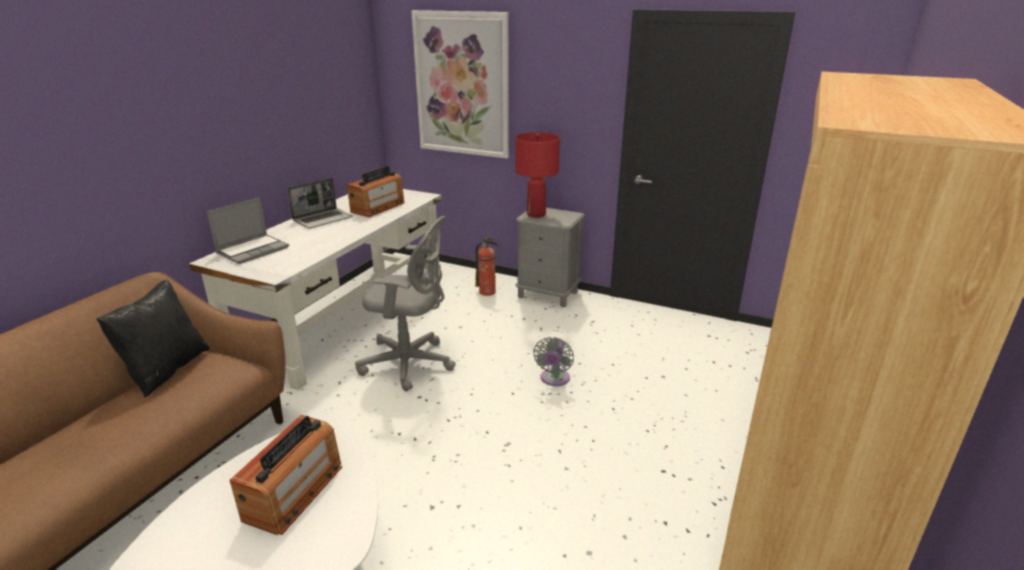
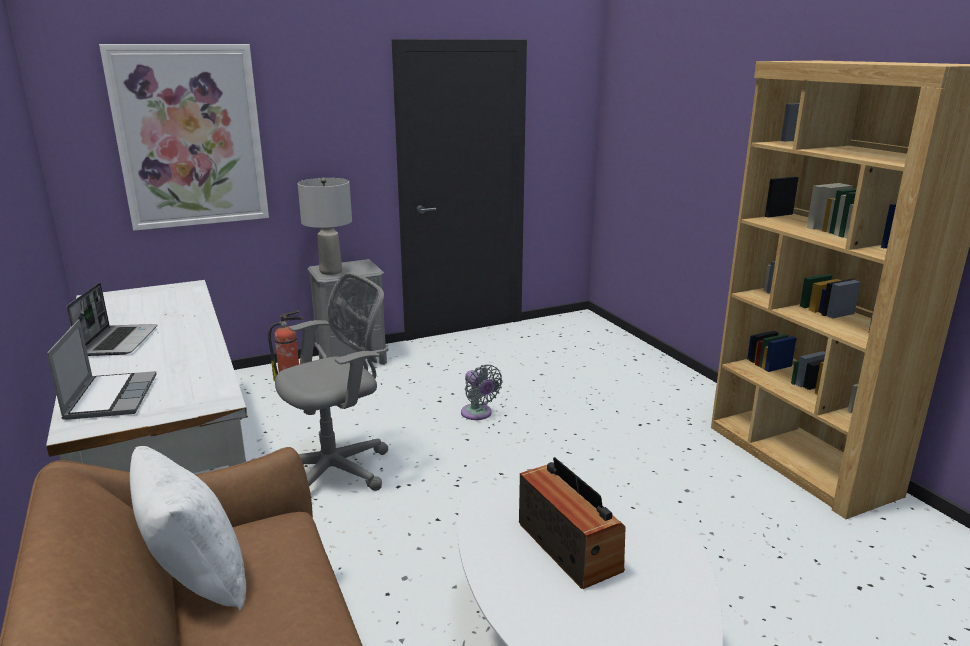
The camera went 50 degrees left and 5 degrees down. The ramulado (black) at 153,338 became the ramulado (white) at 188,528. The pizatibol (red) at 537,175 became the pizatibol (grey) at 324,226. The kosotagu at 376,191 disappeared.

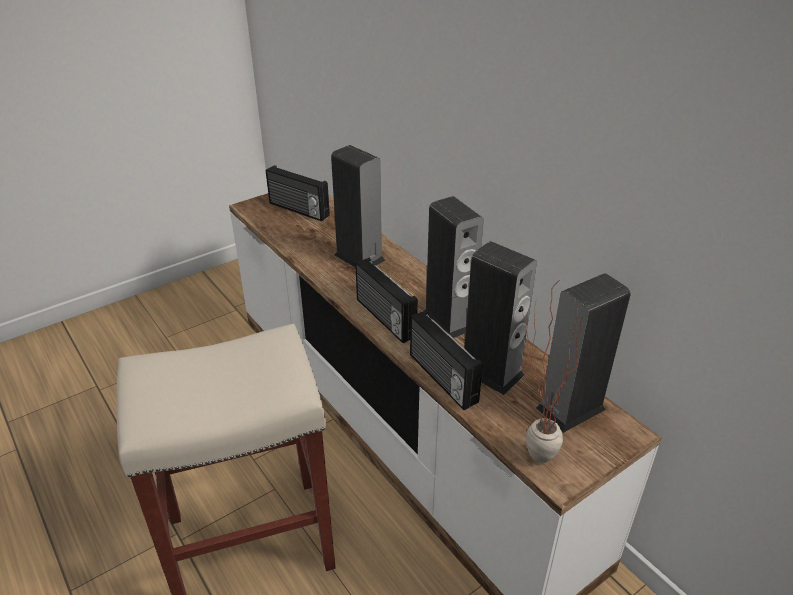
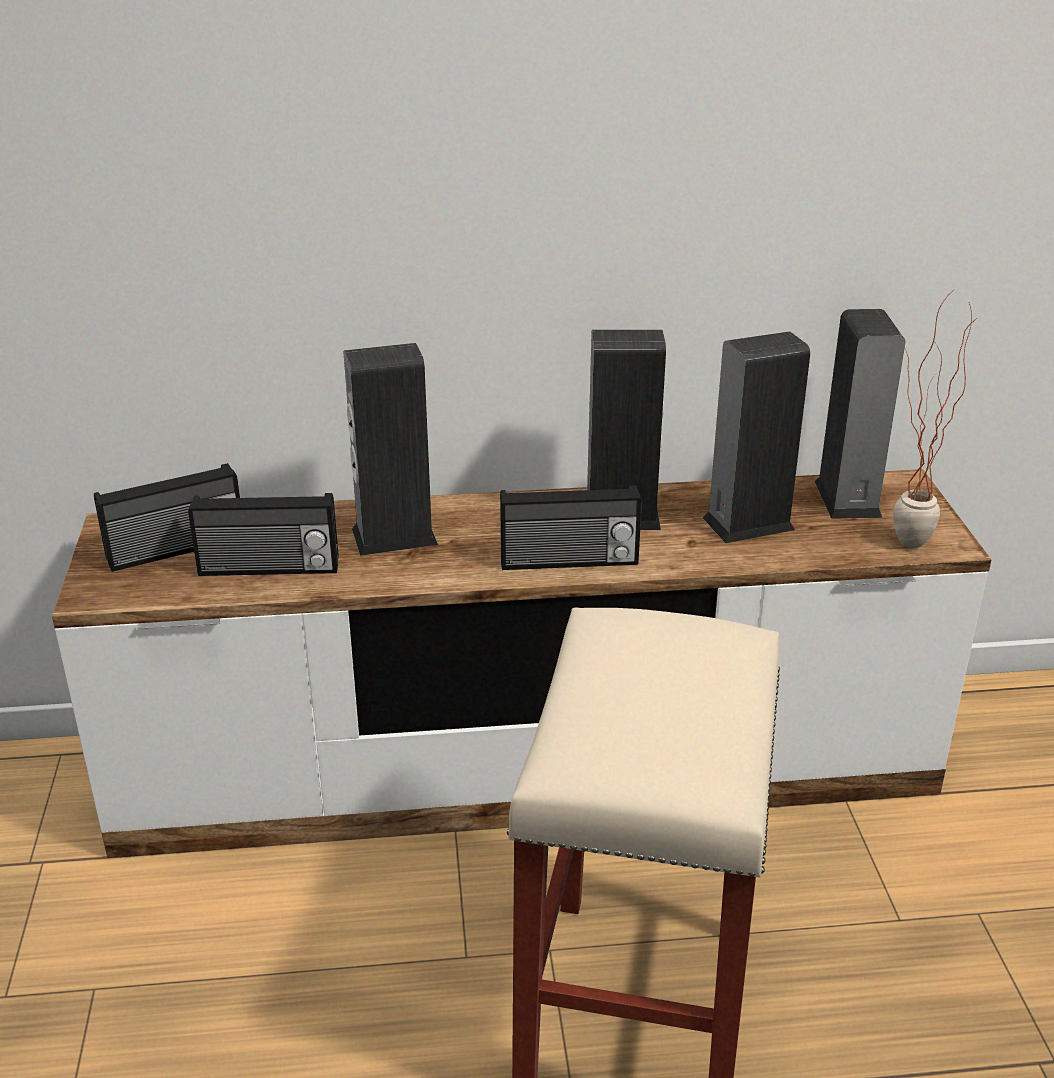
The camera went 60 degrees left and 5 degrees down. The kosotagu moved from 446,360 to 263,534.

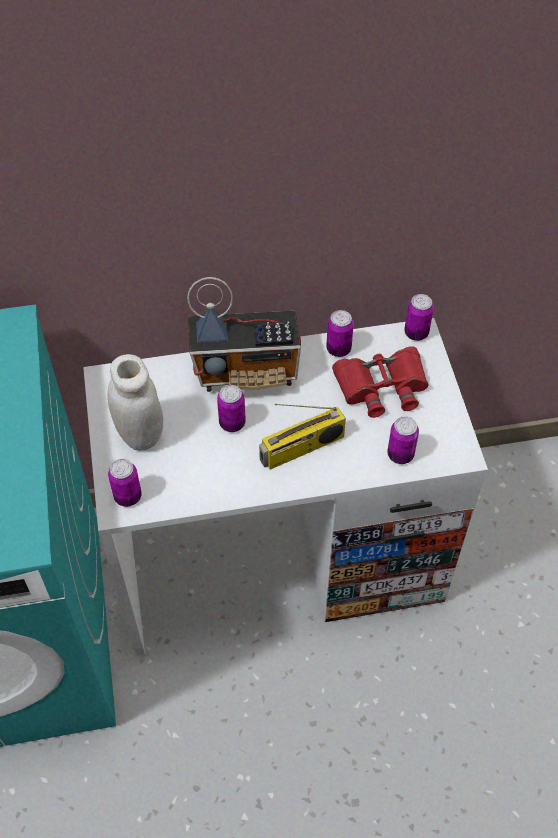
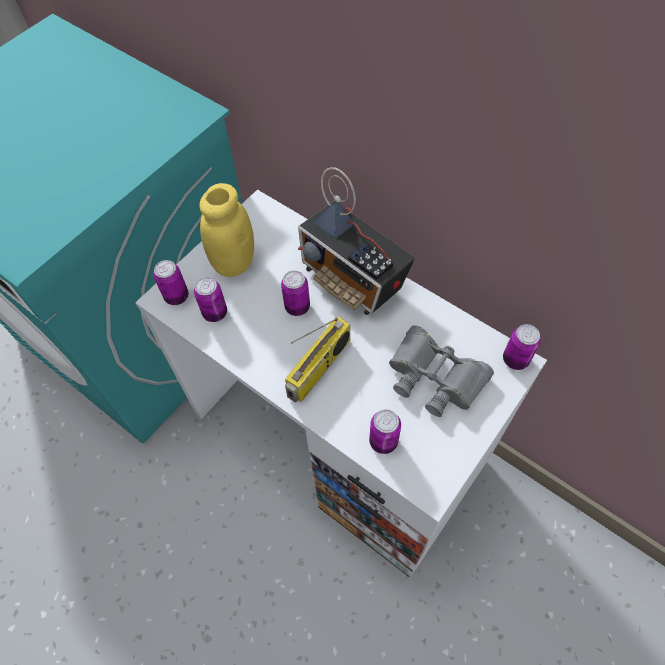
The camera went 50 degrees right and 5 degrees up. The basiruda moved from 340,333 to 210,299. The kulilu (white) at 135,402 became the kulilu (yellow) at 226,230. The kosotagu at 302,437 turned 75 degrees counterclockwise. The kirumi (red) at 380,382 became the kirumi (grey) at 441,371.

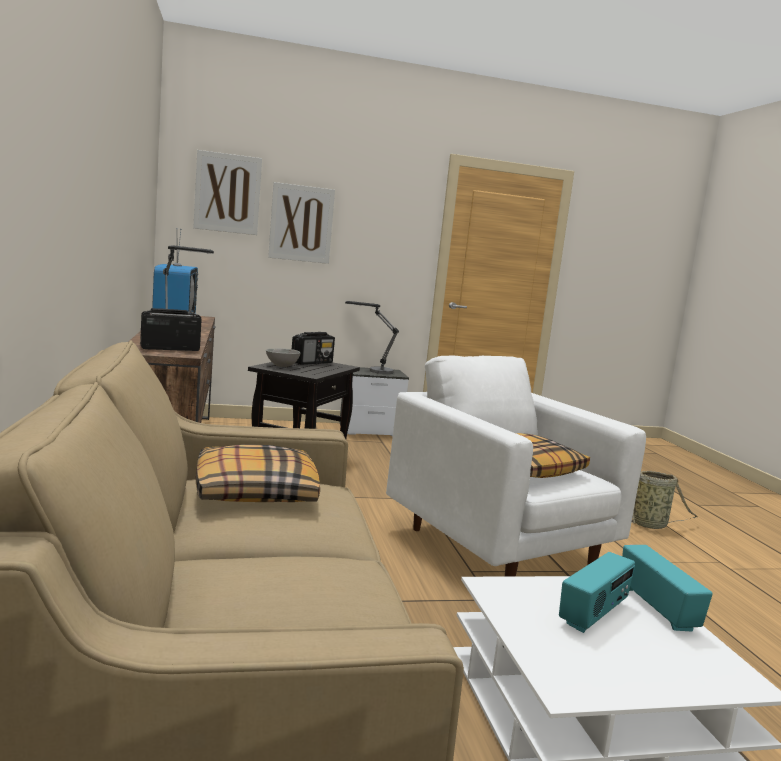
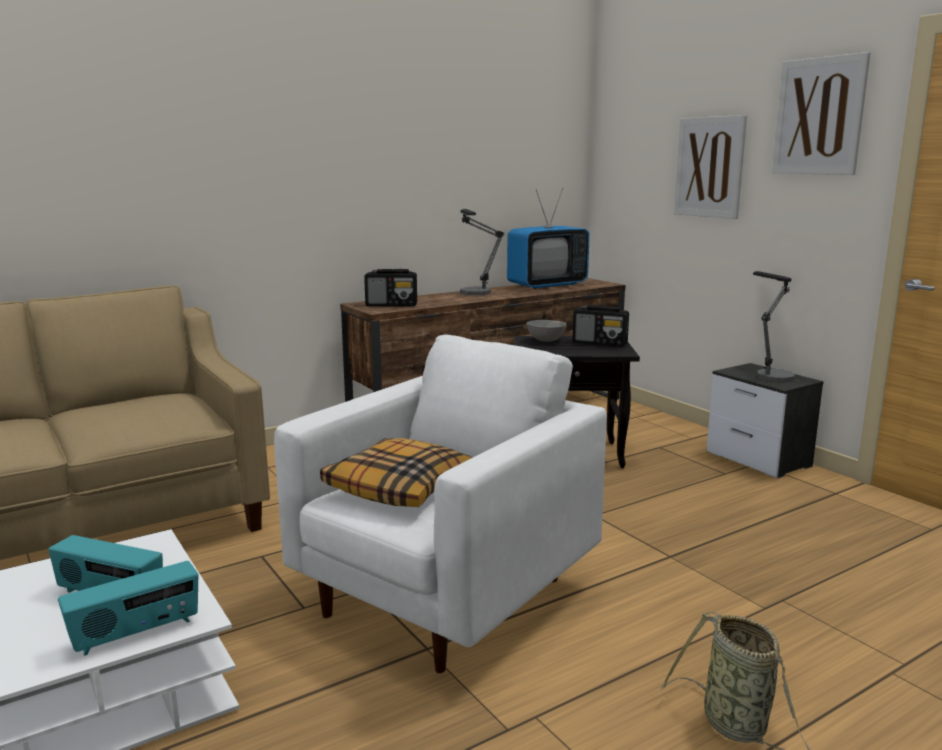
The camera went 70 degrees right and 5 degrees up. The kosotagu at 171,329 turned 135 degrees clockwise. The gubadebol moved from 227,192 to 821,113. The ramulado at 258,473 disappeared.

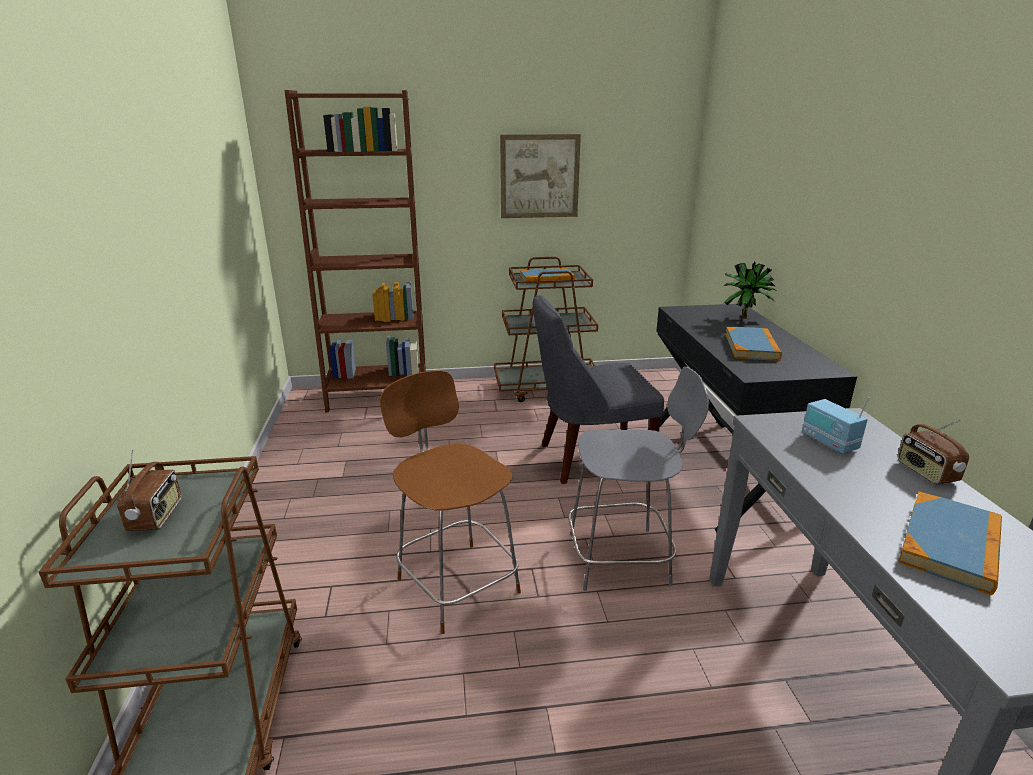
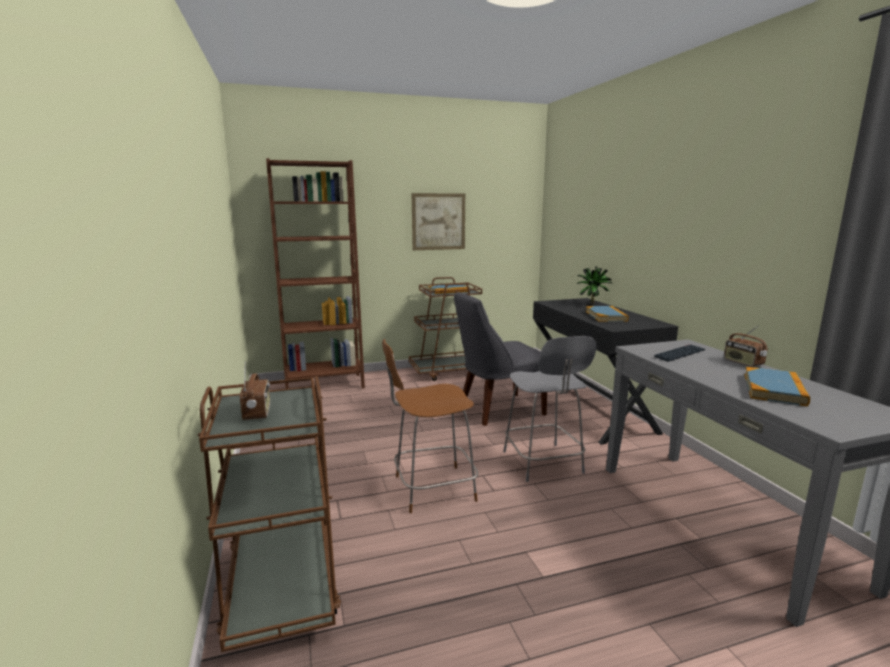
The camera went 10 degrees left and 10 degrees down. The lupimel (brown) at 450,502 turned 60 degrees counterclockwise. The lupimel (grey) at 638,479 turned 90 degrees clockwise. The kosotagu at 836,425 was replaced by the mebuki at 679,353.

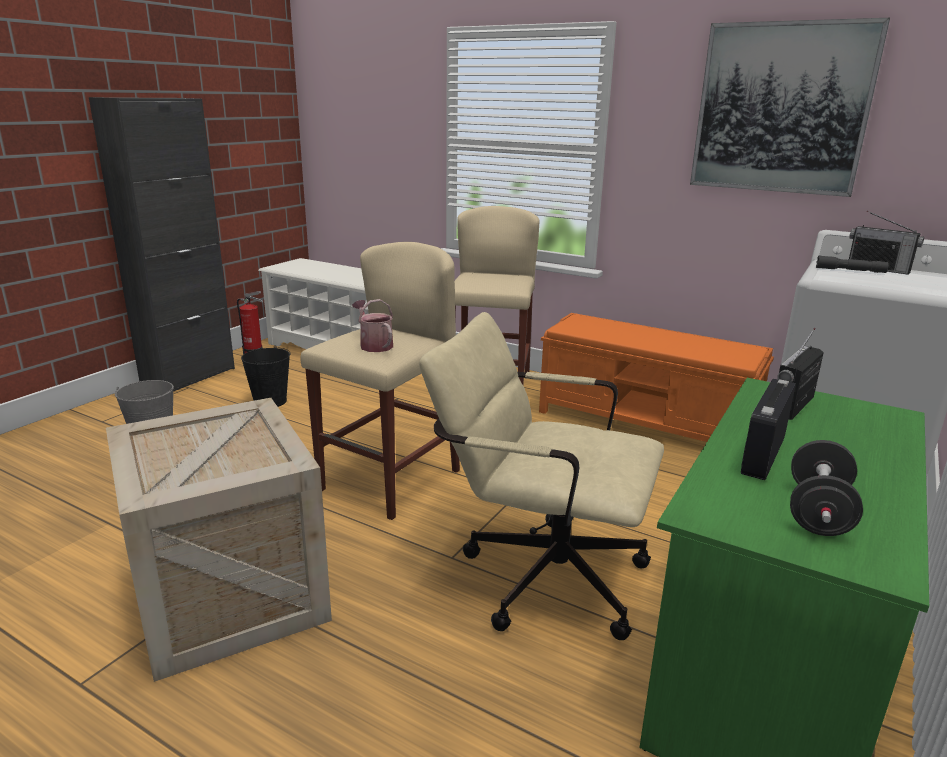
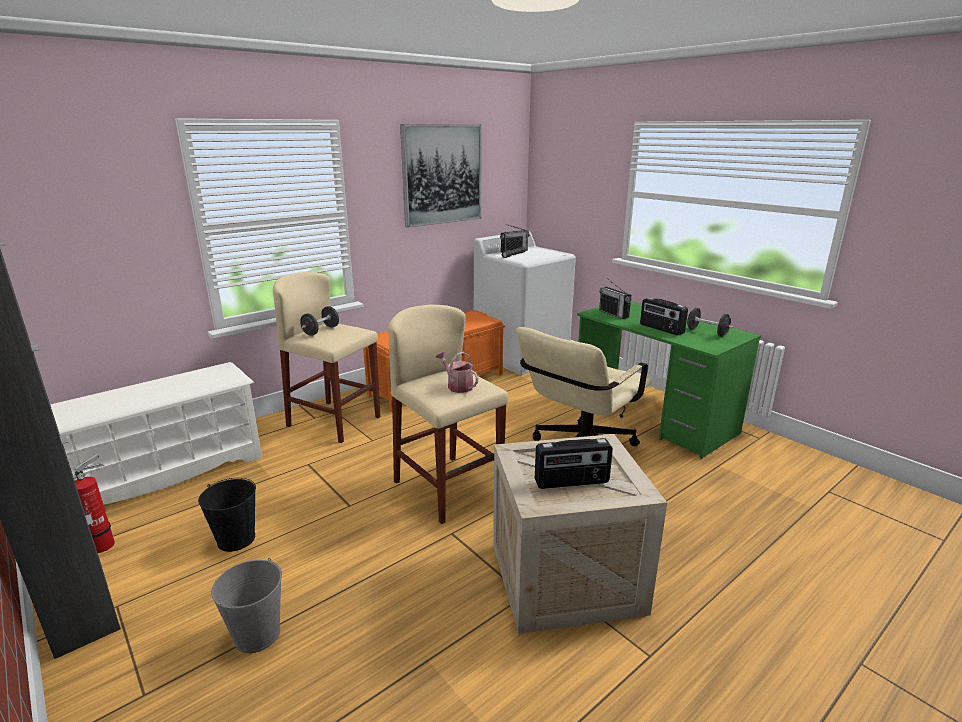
The camera went 70 degrees left and 0 degrees up. The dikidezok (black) at 319,321 appeared. The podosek at 372,325 turned 60 degrees clockwise. The kosotagu at 574,463 appeared.

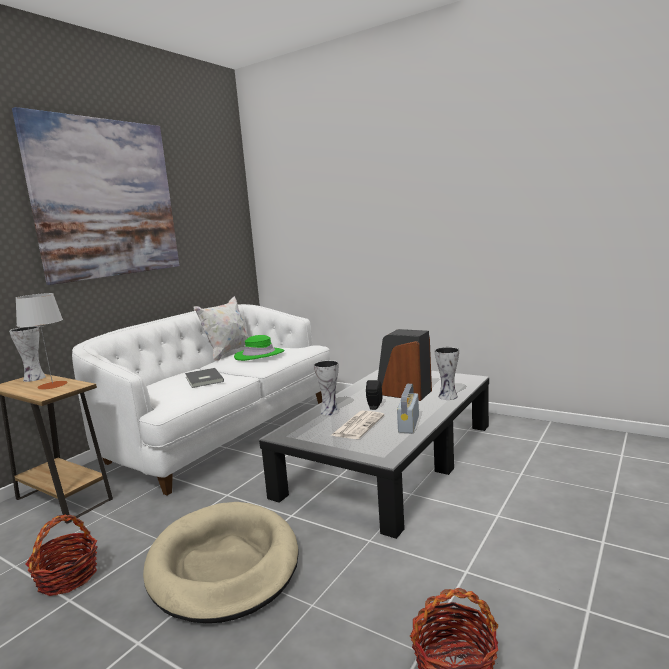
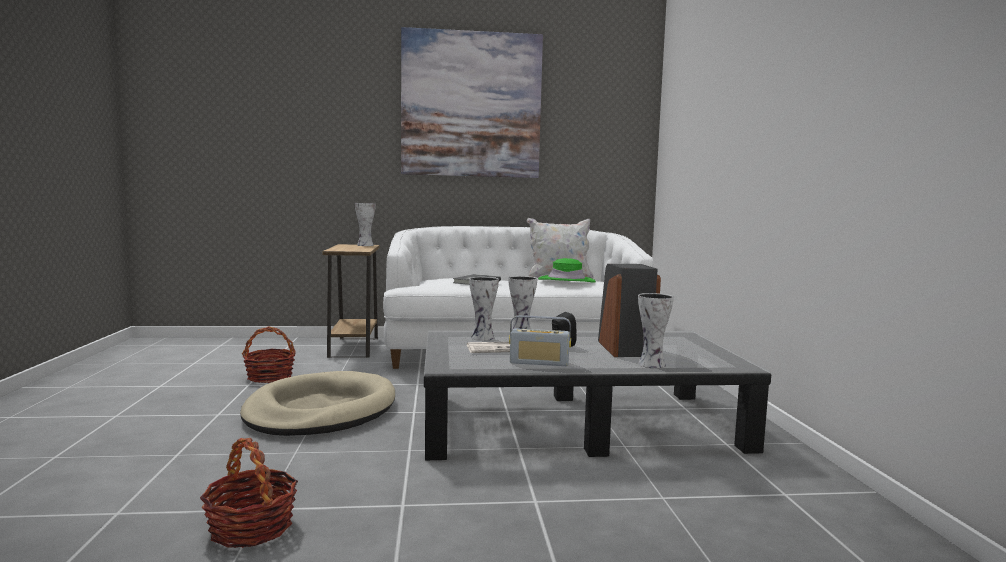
The camera went 50 degrees right and 5 degrees down. The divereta at 484,309 appeared. The kosotagu at 408,408 turned 150 degrees counterclockwise. The pizatibol (grey) at 41,341 disappeared.

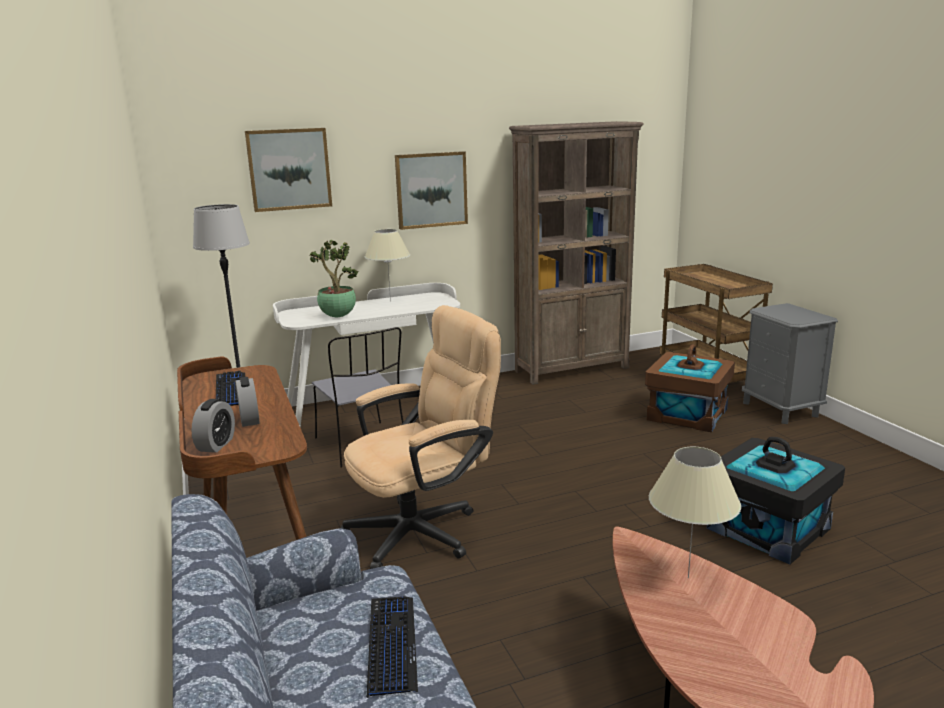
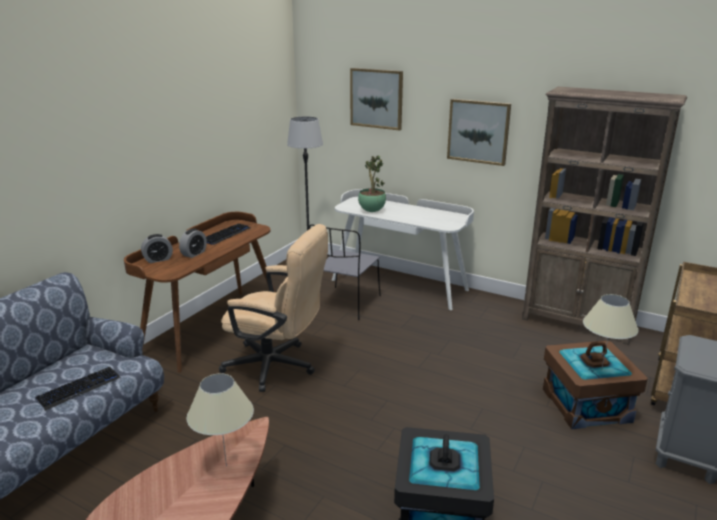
The camera went 50 degrees right and 5 degrees up. The pizatibol (beige) moved from 387,265 to 610,332.

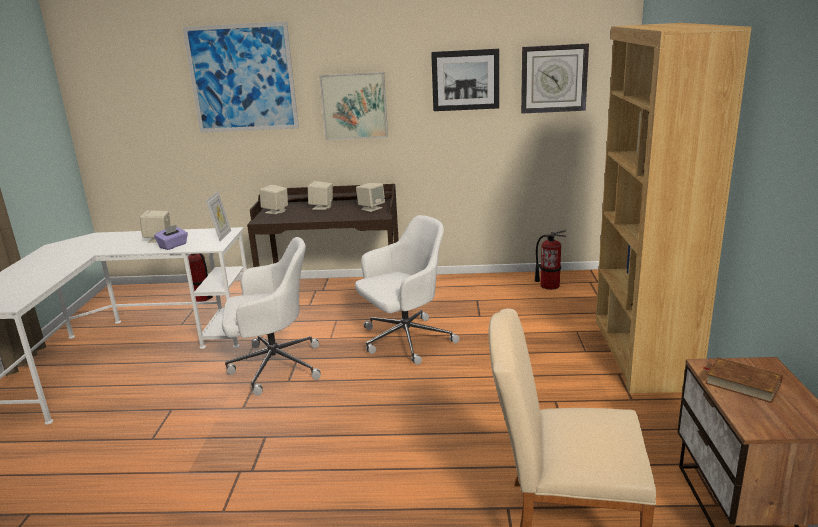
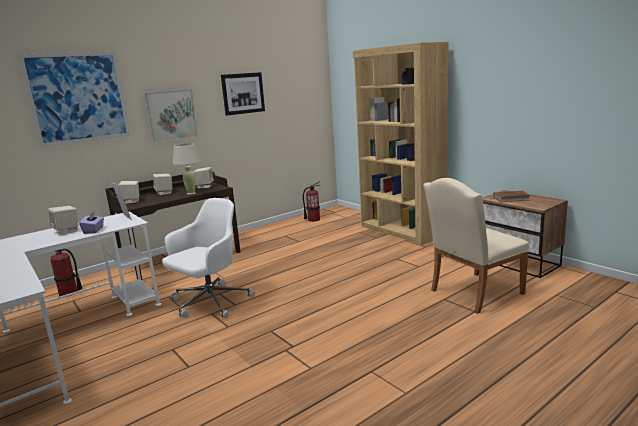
The camera went 40 degrees left and 5 degrees down. The pizatibol (beige) at 186,169 appeared. The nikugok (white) at 407,290 disappeared. The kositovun at 555,78 disappeared.

